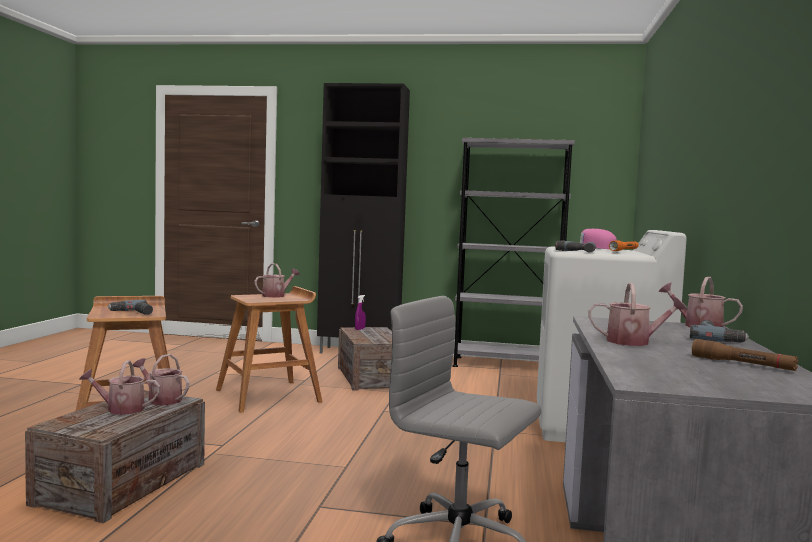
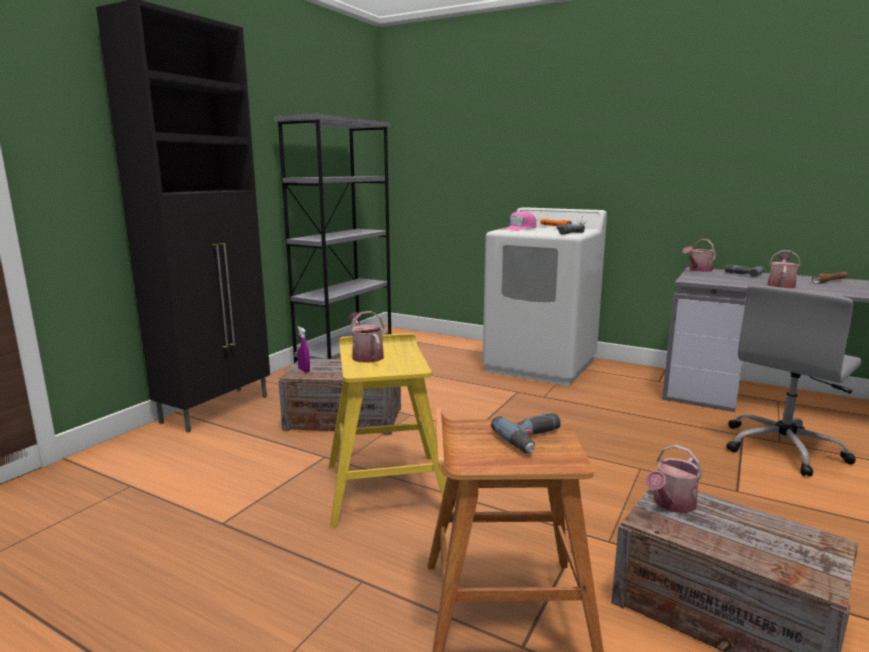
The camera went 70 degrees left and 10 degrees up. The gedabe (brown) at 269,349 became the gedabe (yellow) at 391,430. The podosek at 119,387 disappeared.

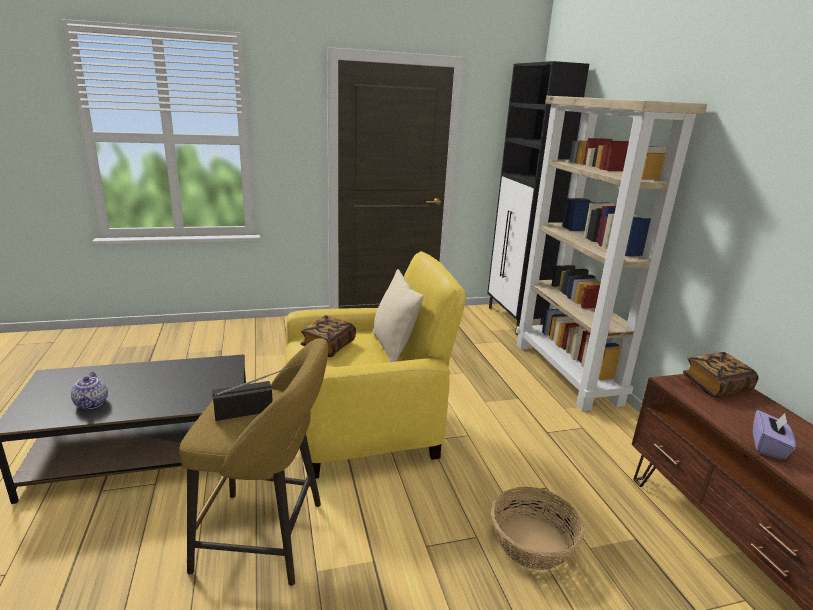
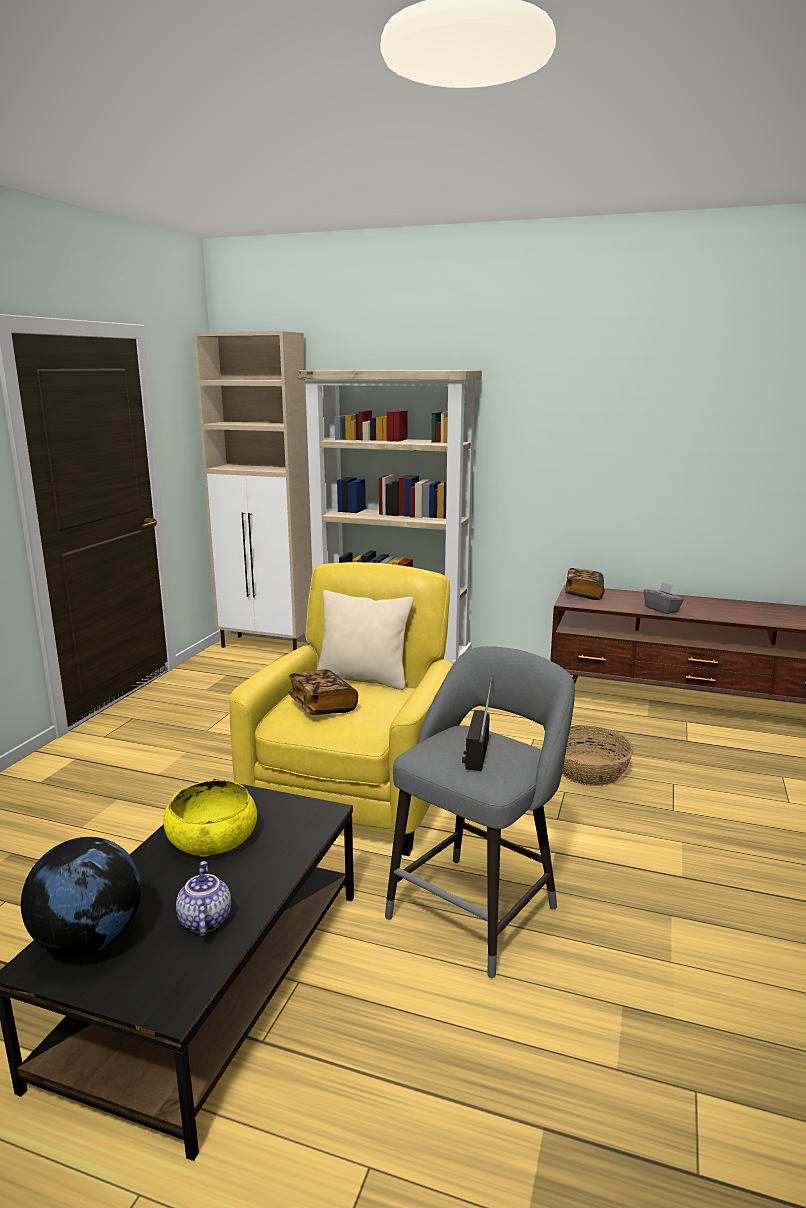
The camera went 55 degrees left and 5 degrees down. The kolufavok at 81,896 appeared. The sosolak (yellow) at 210,818 appeared. The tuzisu at 89,390 turned 120 degrees counterclockwise. The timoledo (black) at 538,197 became the timoledo (beige) at 252,491. The gedabe (yellow) at 254,462 became the gedabe (grey) at 480,812. The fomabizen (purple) at 774,435 became the fomabizen (grey) at 663,598.

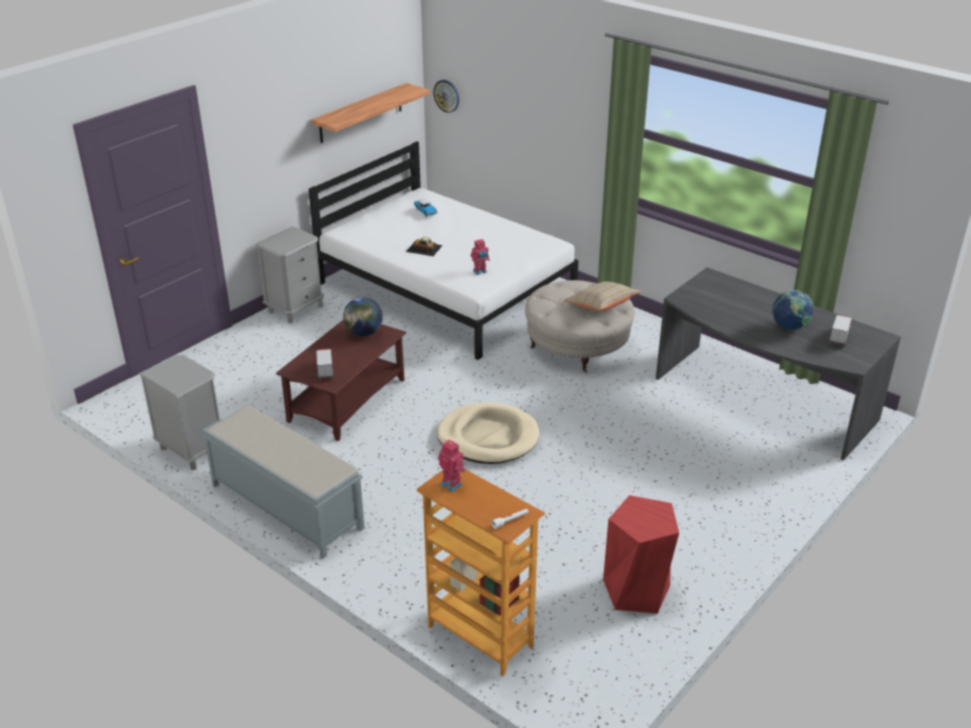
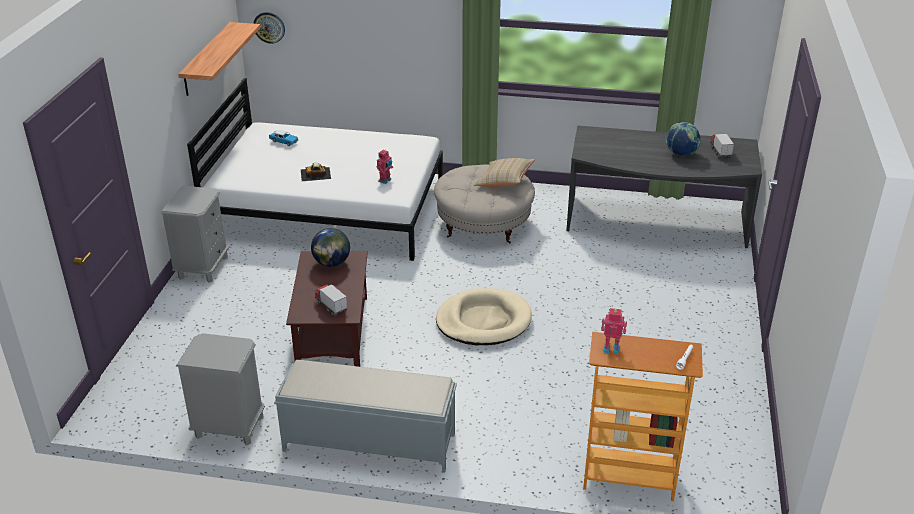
The camera went 30 degrees left and 0 degrees up. The gedabe (red) at 641,554 disappeared.

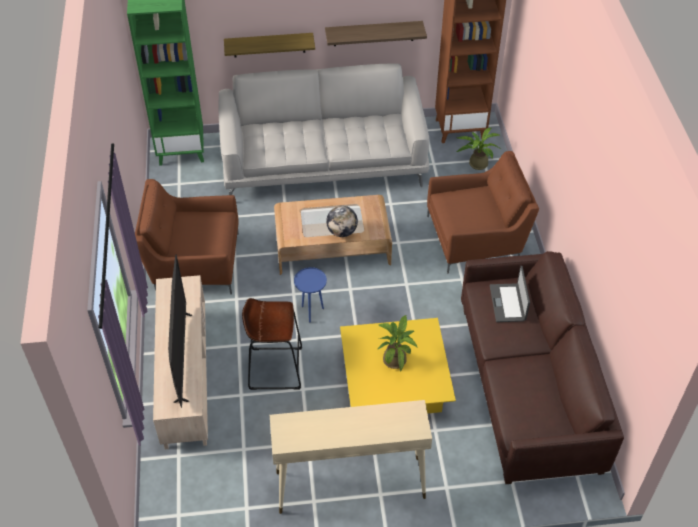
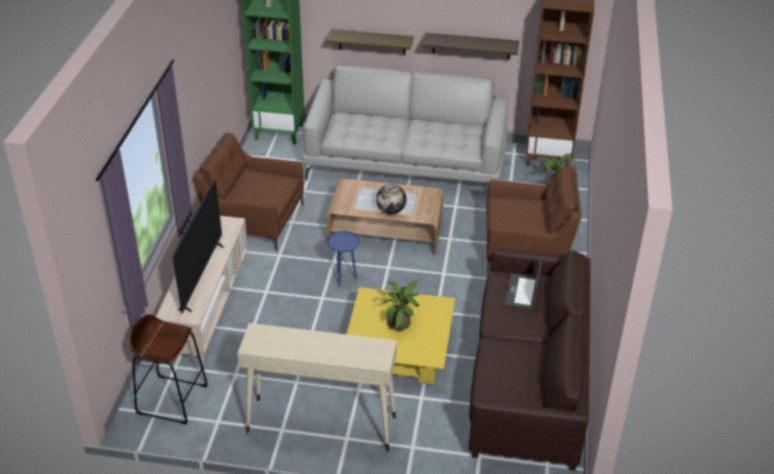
The camera went 15 degrees right and 10 degrees down. The gedabe (brown) moved from 272,344 to 168,369.

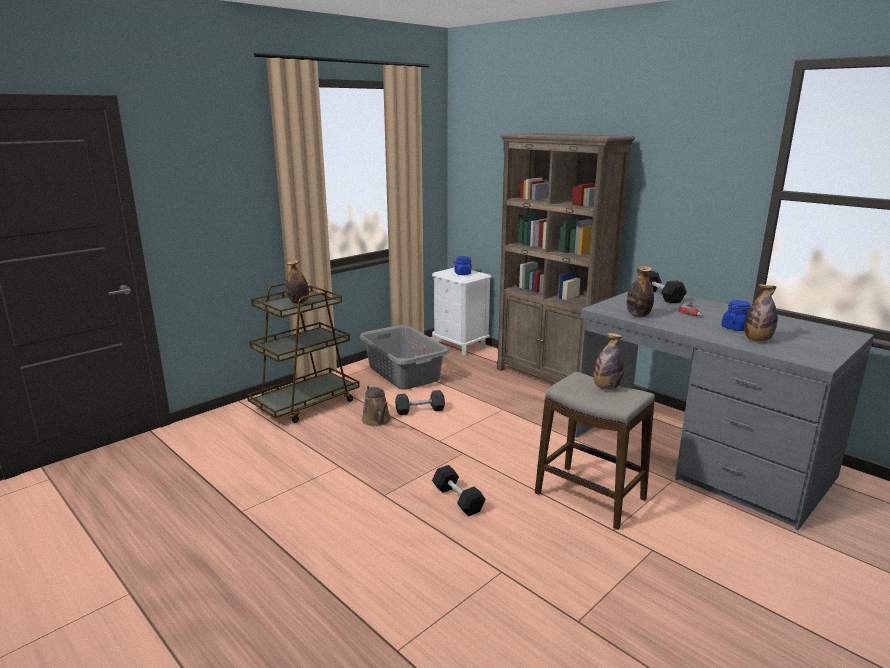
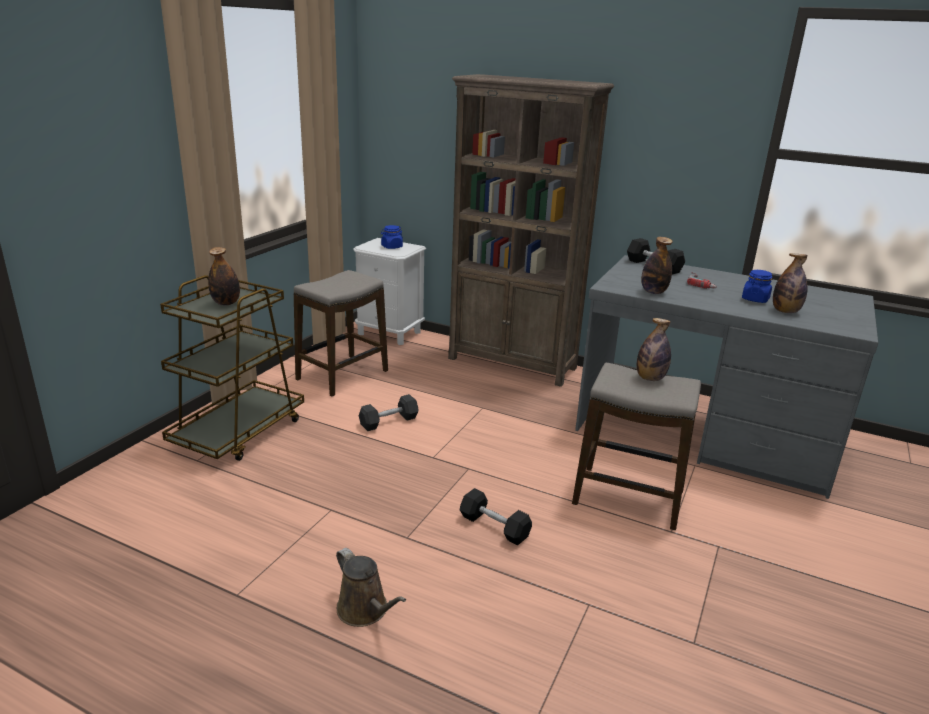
The camera went 20 degrees left and 5 degrees up. The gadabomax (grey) at 404,357 was replaced by the gedabe at 341,333. The podosek (brown) moved from 376,405 to 371,587.

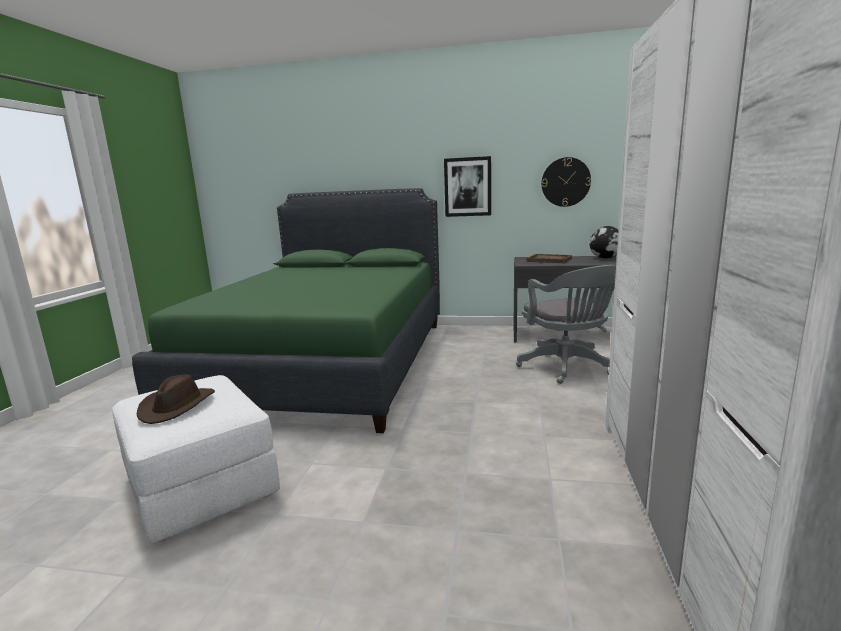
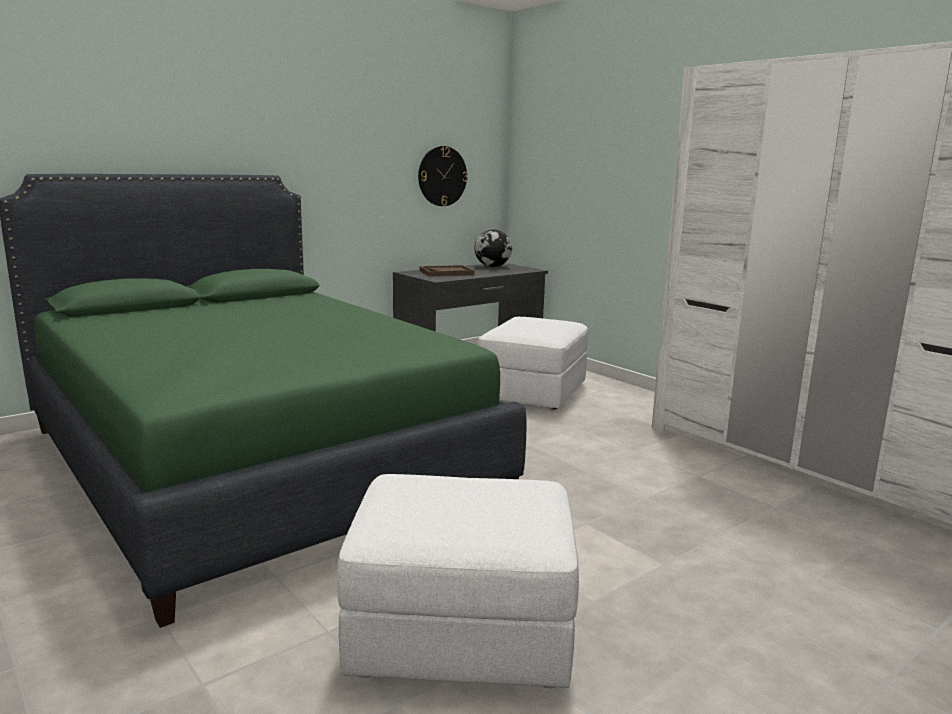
The camera went 50 degrees left and 0 degrees up. The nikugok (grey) at 566,324 was replaced by the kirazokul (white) at 533,363. The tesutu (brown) at 176,399 disappeared. The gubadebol at 467,186 disappeared.

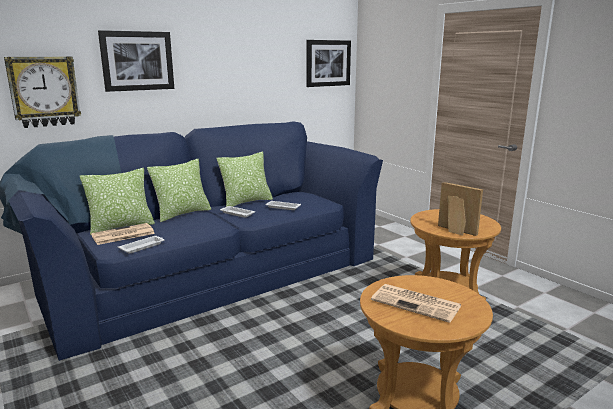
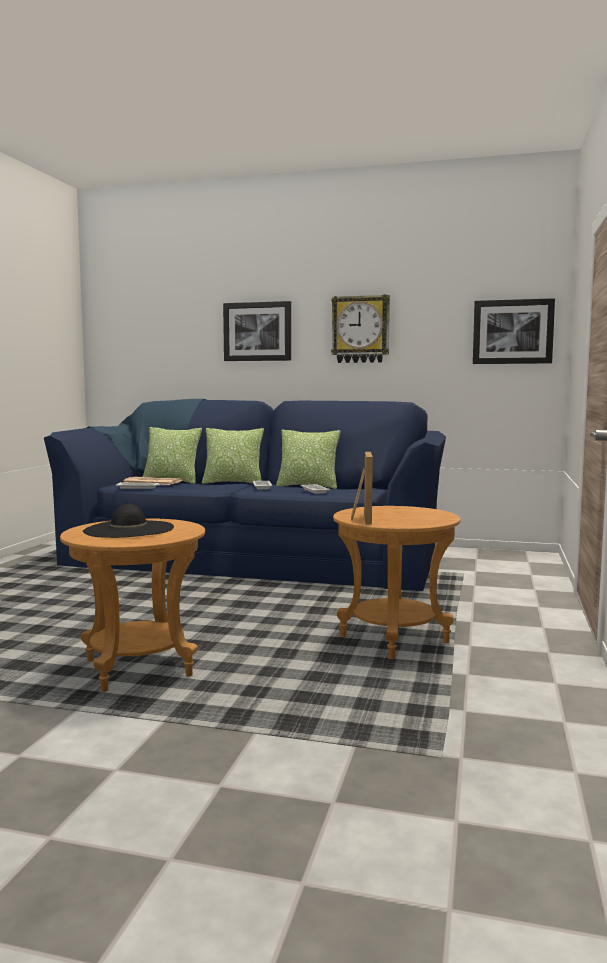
The camera went 50 degrees right and 10 degrees down. The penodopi at 416,303 was replaced by the tesutu (black) at 128,521. The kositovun moved from 42,92 to 360,329.

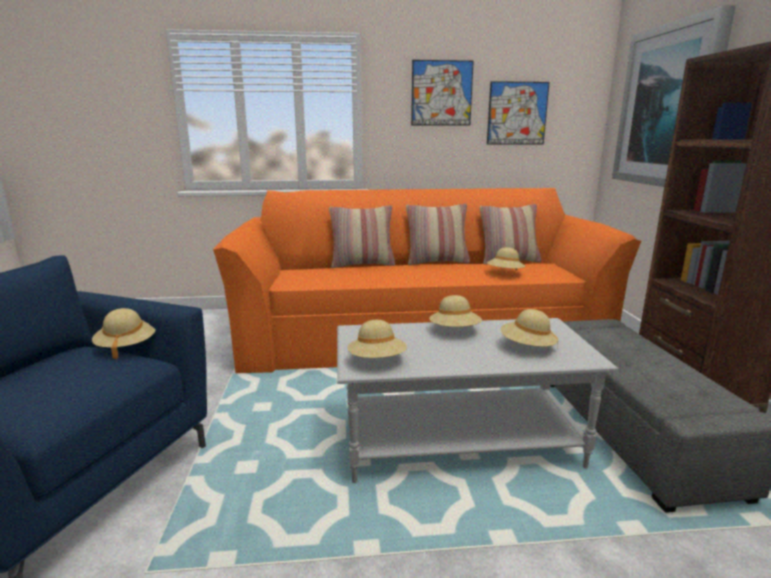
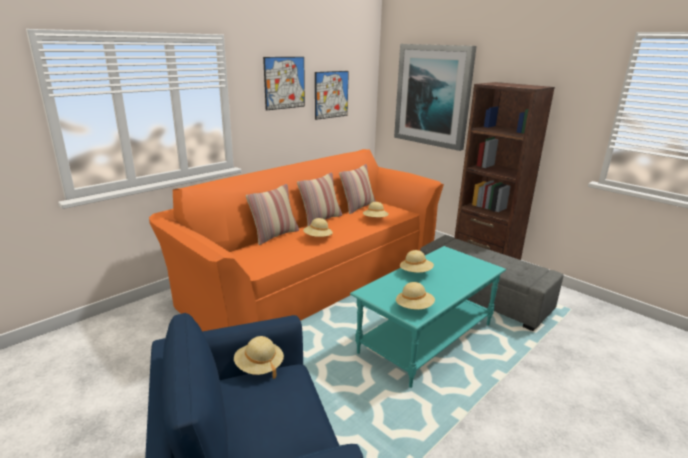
The camera went 40 degrees left and 5 degrees up. The tesutu (beige) moved from 529,328 to 318,227. The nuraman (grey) at 477,400 became the nuraman (turquoise) at 428,317.

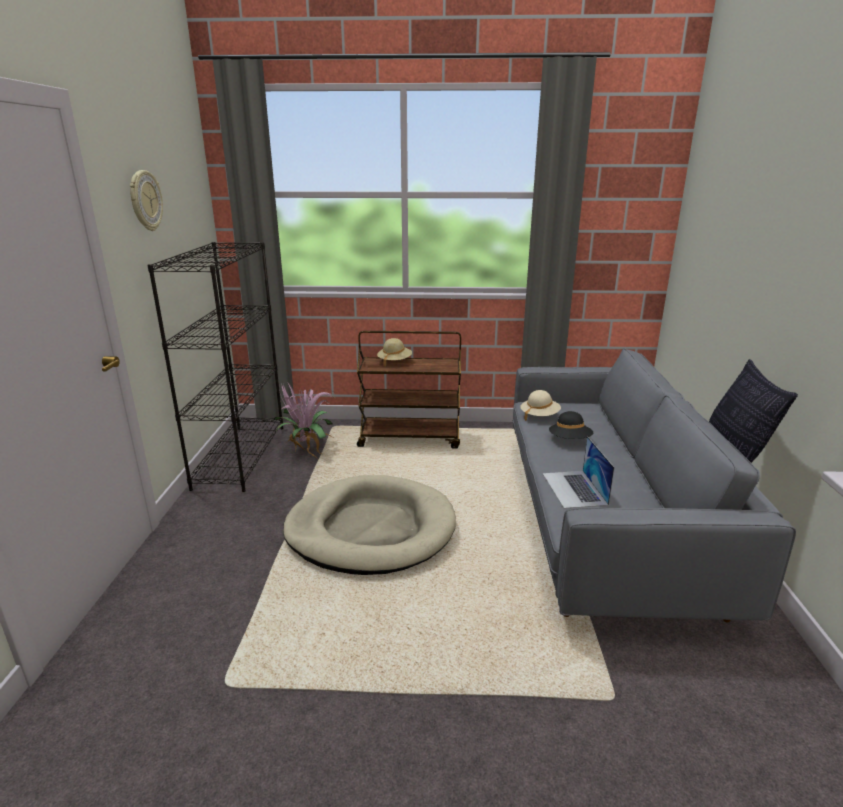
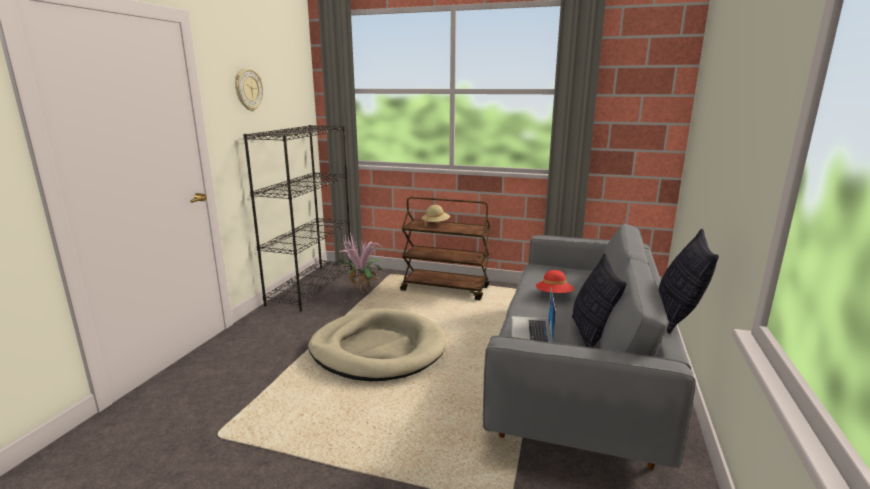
The camera went 15 degrees right and 5 degrees down. The tesutu (black) at 571,425 became the tesutu (red) at 555,281. The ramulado at 599,300 appeared. The tesutu (beige) at 540,405 disappeared.

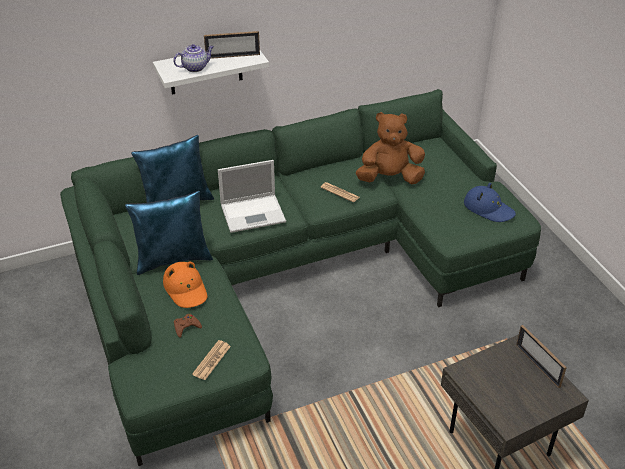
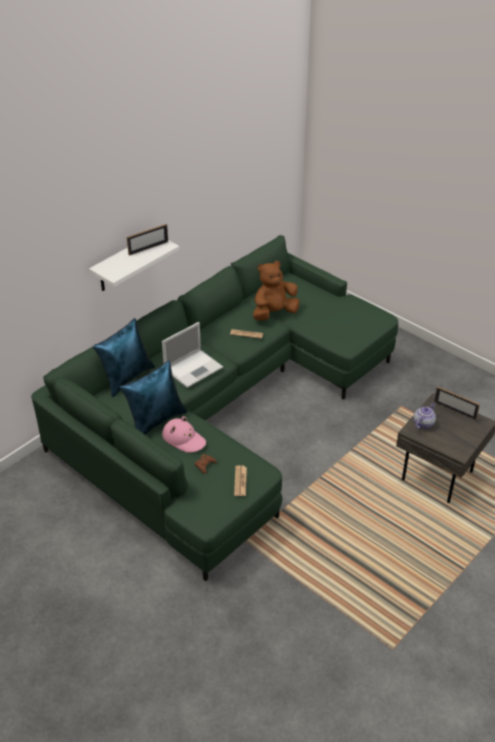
The camera went 25 degrees left and 0 degrees up. The tesutu (orange) at 185,284 became the tesutu (pink) at 184,434. The tuzisu moved from 193,58 to 424,415. The tesutu (blue) at 490,202 disappeared.

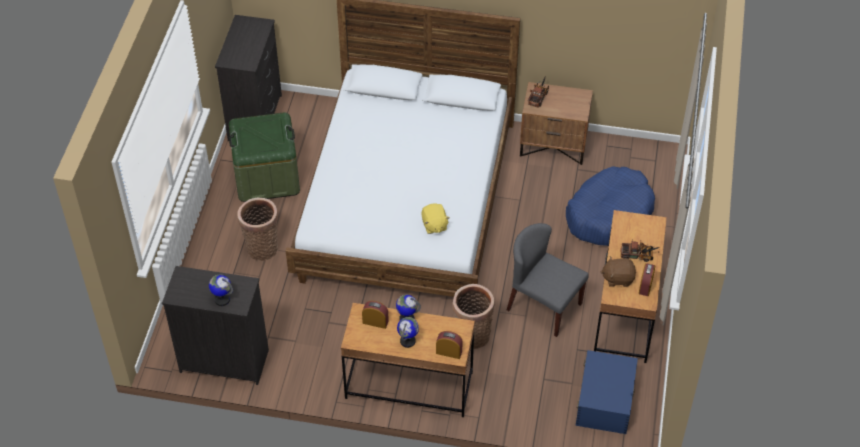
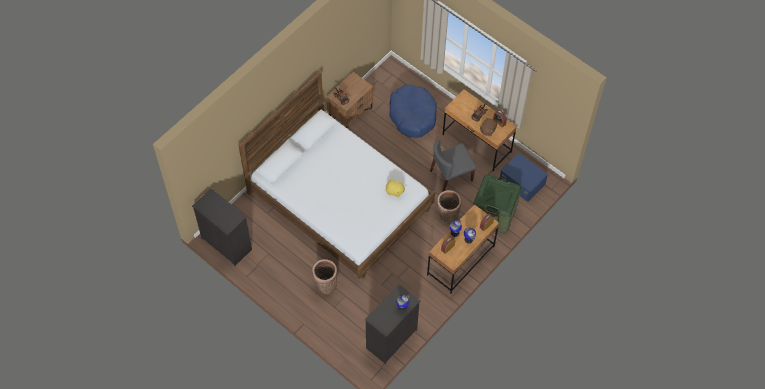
The camera went 60 degrees left and 10 degrees up. The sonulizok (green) moved from 264,157 to 497,204.

